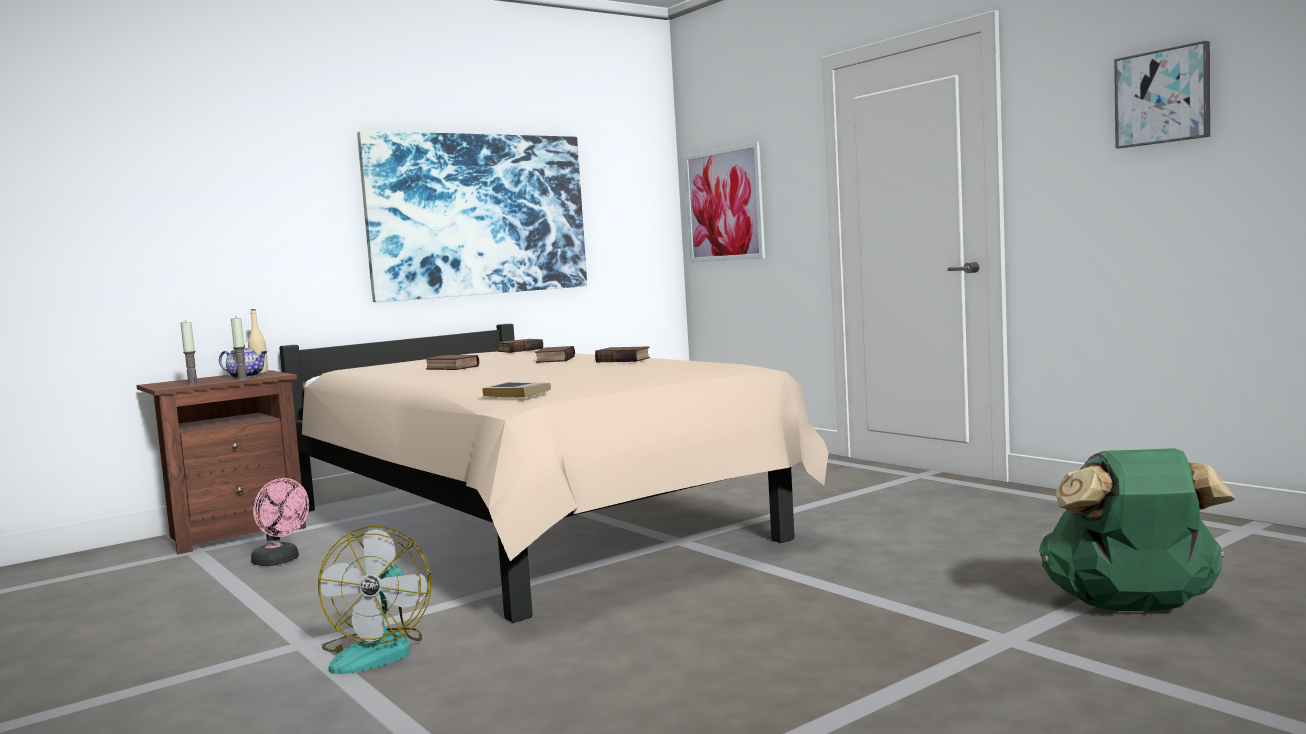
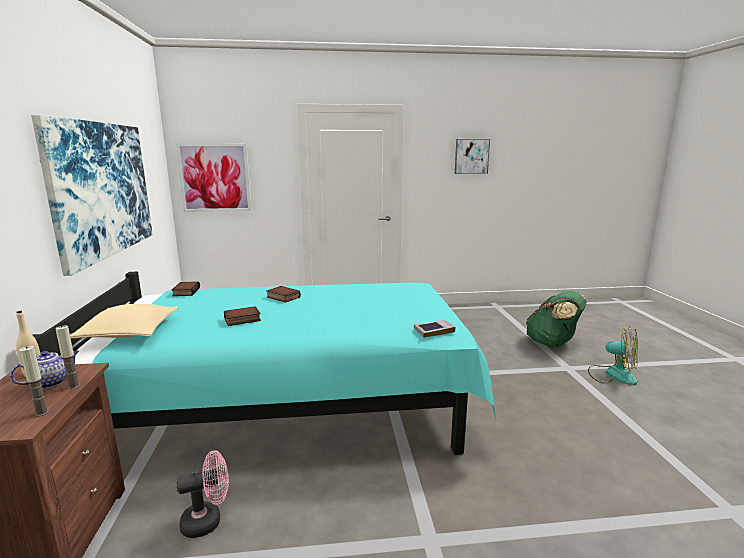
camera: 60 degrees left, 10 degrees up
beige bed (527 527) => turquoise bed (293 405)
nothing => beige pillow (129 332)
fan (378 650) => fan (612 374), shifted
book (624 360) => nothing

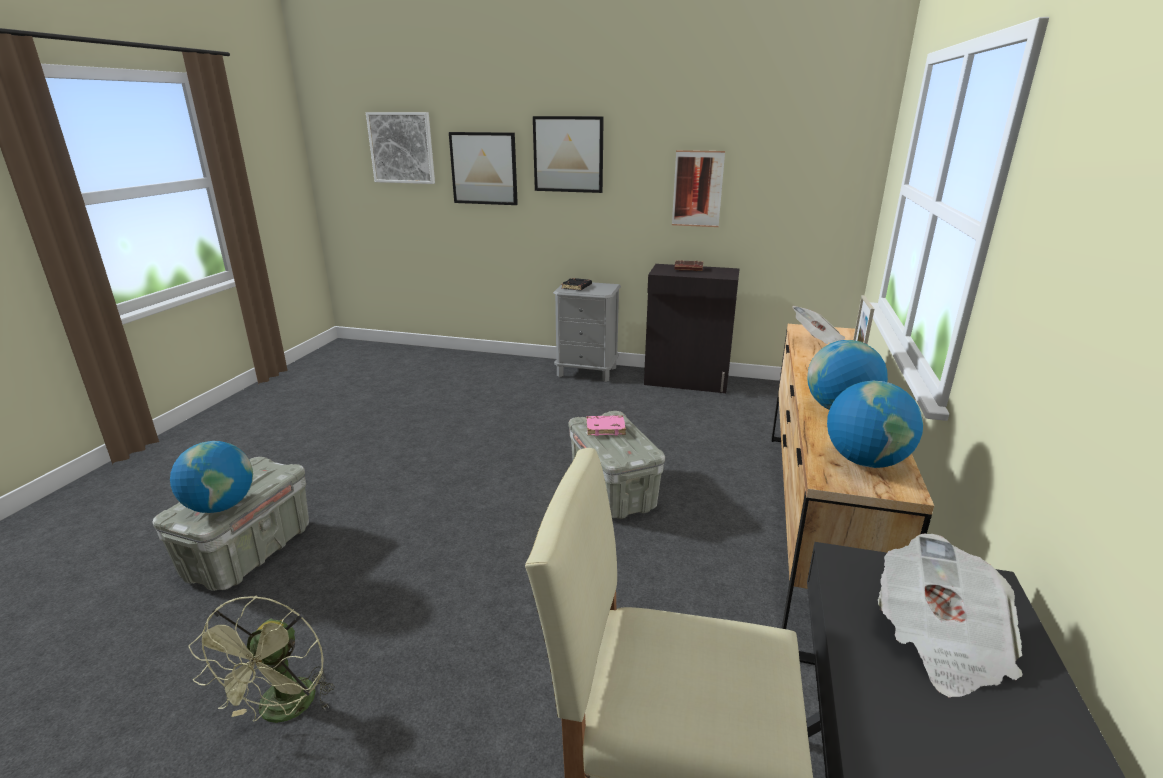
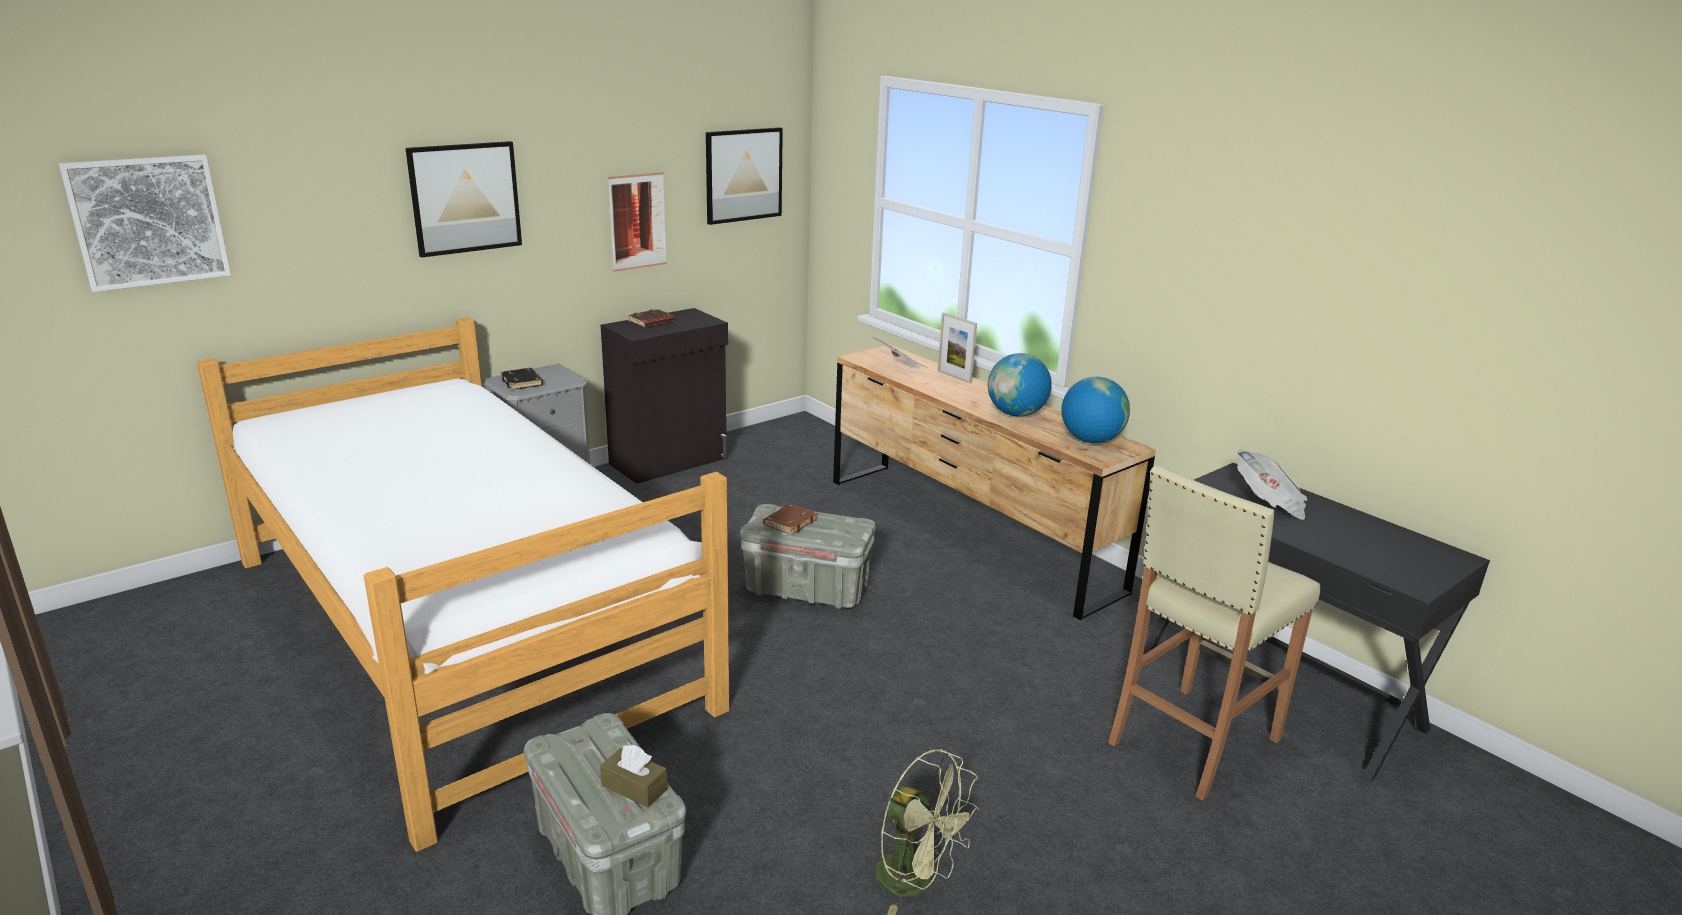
camera: 55 degrees left, 0 degrees up
nothing => bed (463 629)
globe (220 506) => brown tissue box (634 787)
picture (484 168) => picture (743 175), shifted
pink book (606 428) => brown book (790 522)

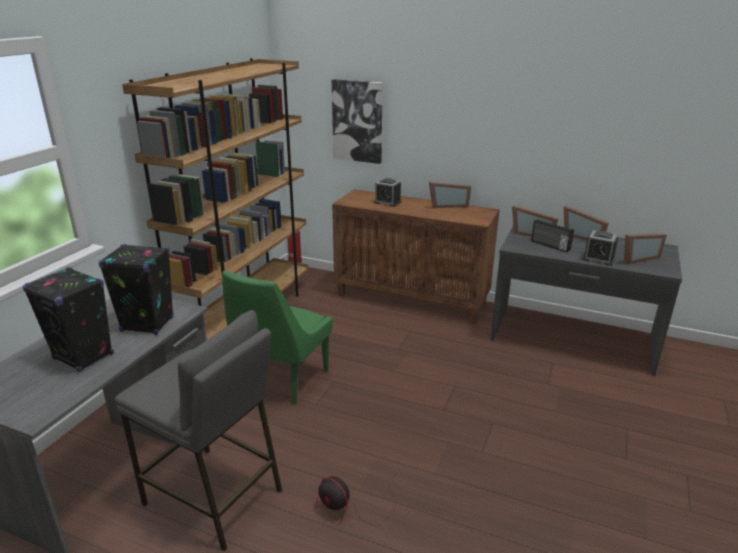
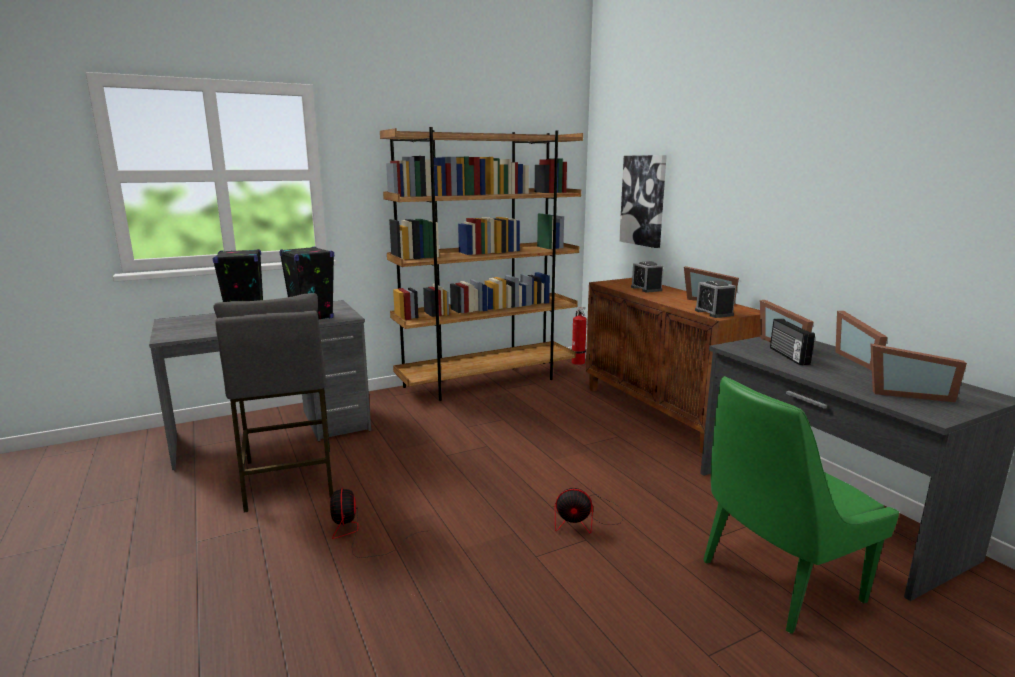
camera: 40 degrees right, 10 degrees down
nothing => fan (585 520)
alarm clock (598 259) => alarm clock (714 313), shifted
green chair (280 380) => green chair (776 582), shifted

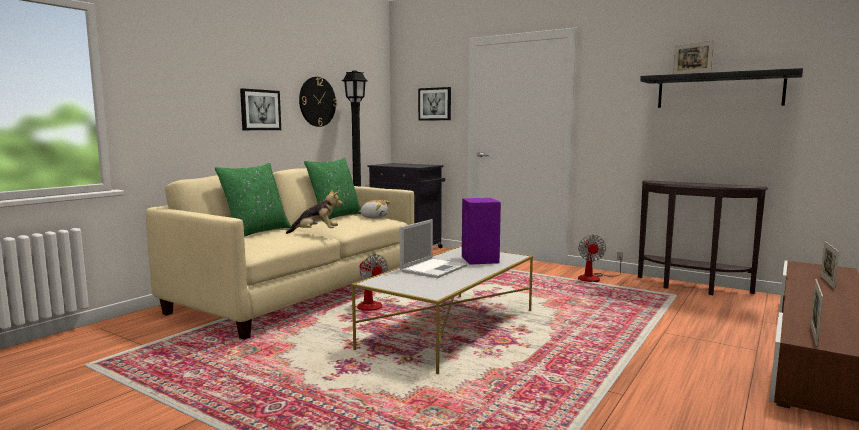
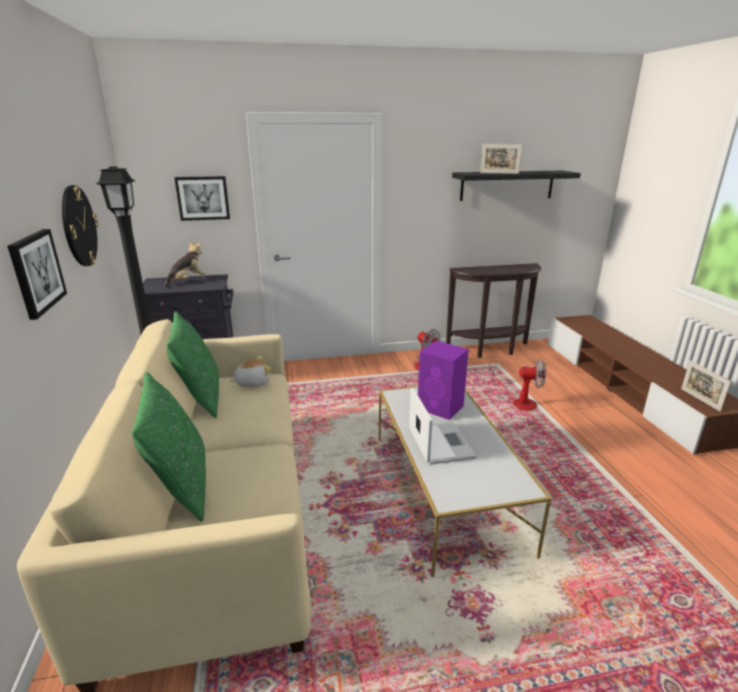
camera: 45 degrees left, 15 degrees up
plush toy (316 233) => plush toy (187 281), shifted
fan (373 304) => fan (518 401), shifted
picture frame (827 282) => nothing

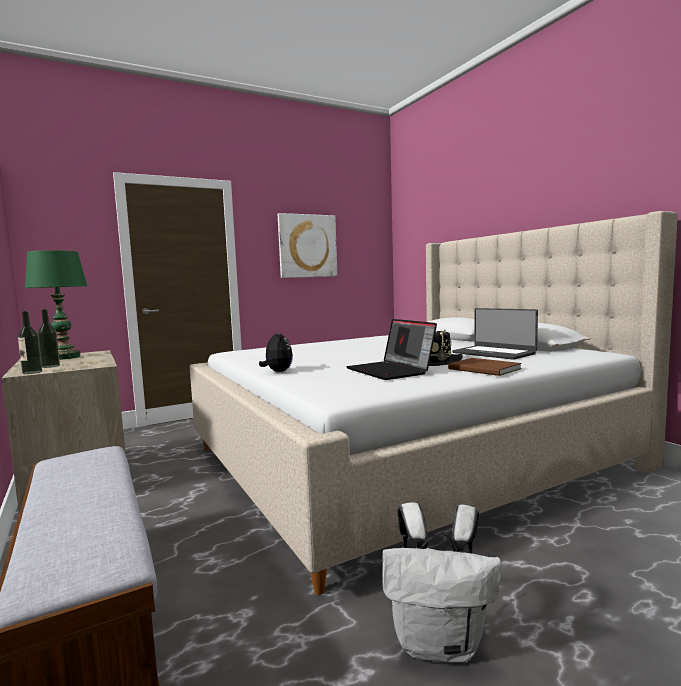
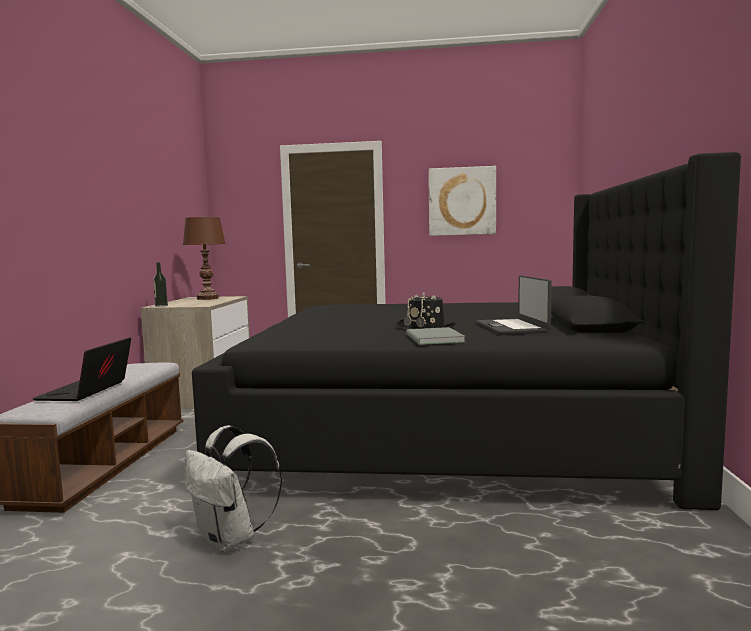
camera: 35 degrees right, 0 degrees up
laptop (391 371) => laptop (86 391), shifted
green table lamp (65 357) => brown table lamp (207 298)
beige bed (407 457) => black bed (446 430)
brown book (485 369) => grey book (433 339)
bottle (50 366) => nothing
plush toy (277 372) => nothing

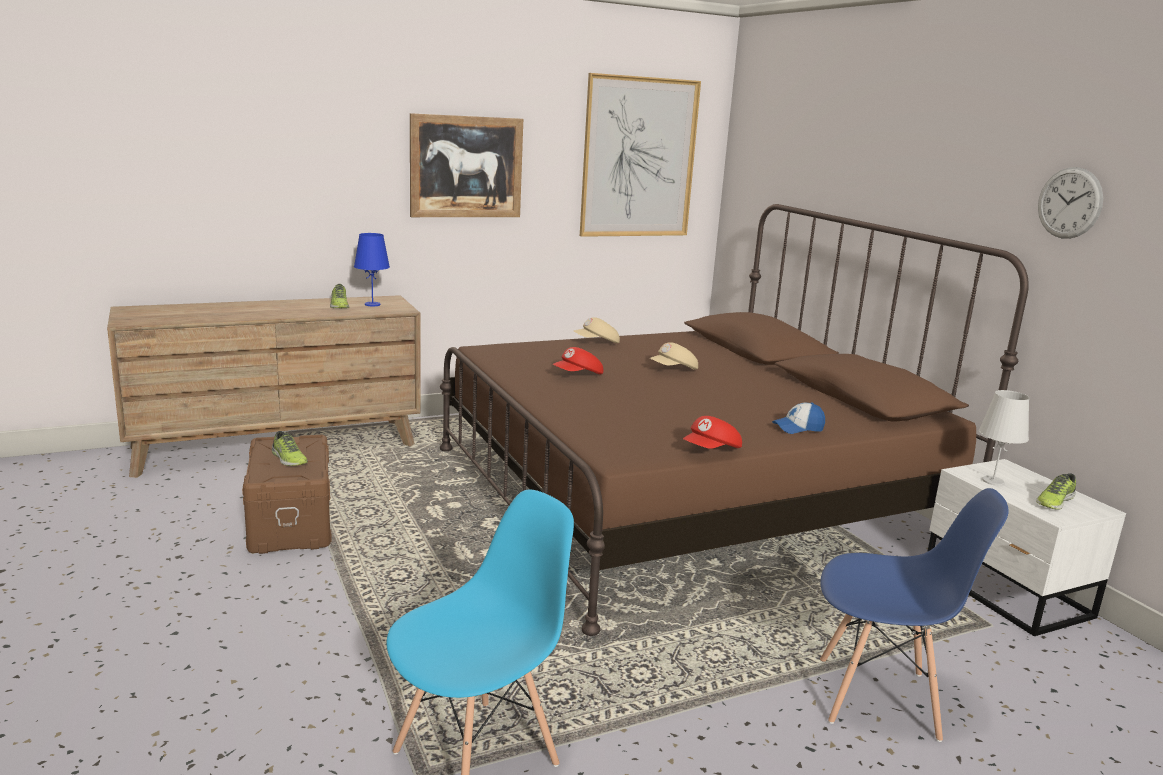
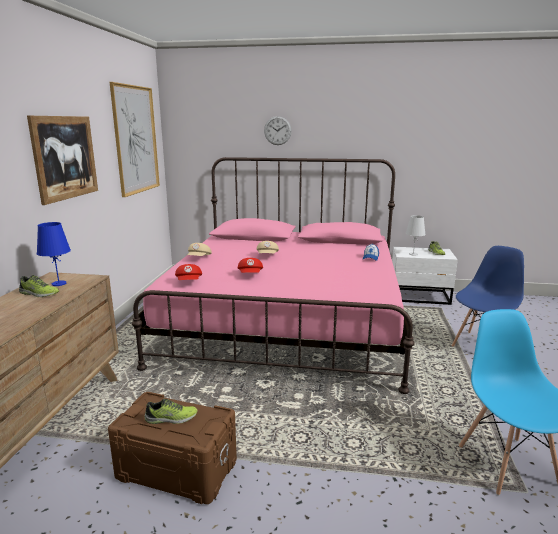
camera: 55 degrees left, 0 degrees up
brown bed (684 495) => pink bed (286 321)
red cap (712 451) => red cap (189 282), shifted
wall clock (1069 203) => wall clock (277 130), shifted

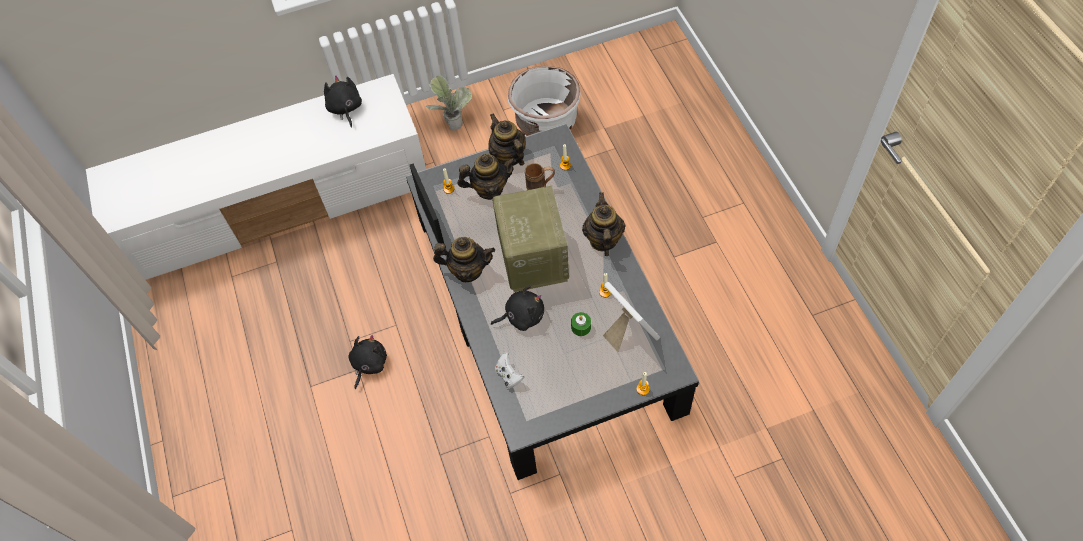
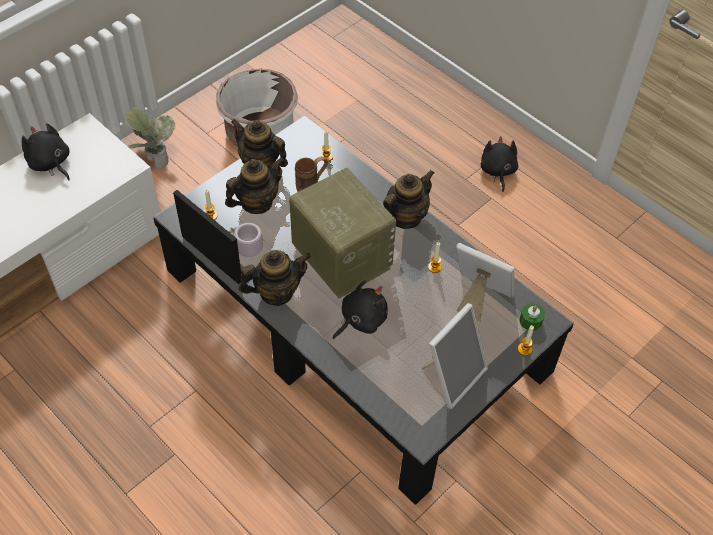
camera: 30 degrees left, 5 degrees down
nothing => grey mug (245 248)
teapot (603 240) => teapot (405 217), 75 degrees clockwise
nothing => picture frame (451 375)
black plush toy (369 364) => black plush toy (497 171), shifted
green candle (581 327) => green candle (530 321), shifted
white game controller (509 376) => nothing

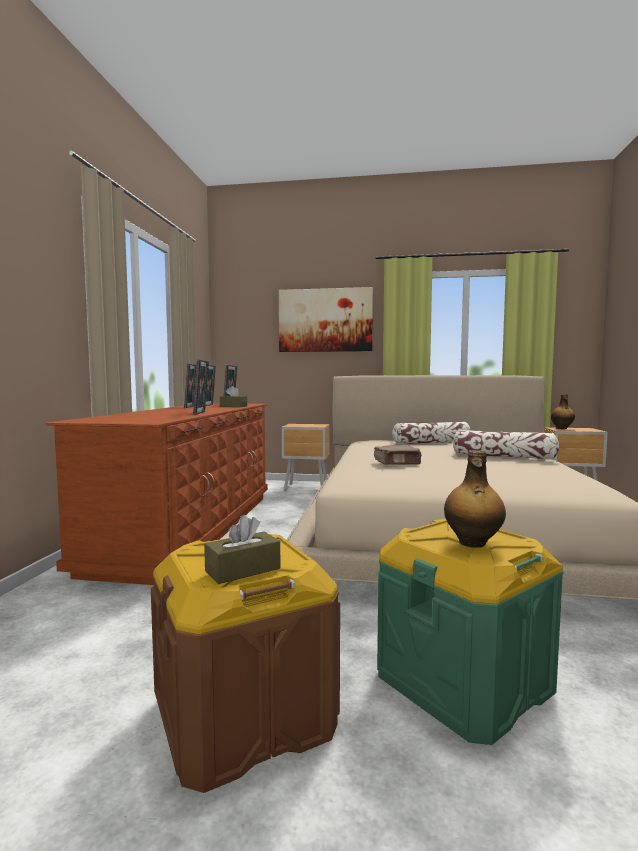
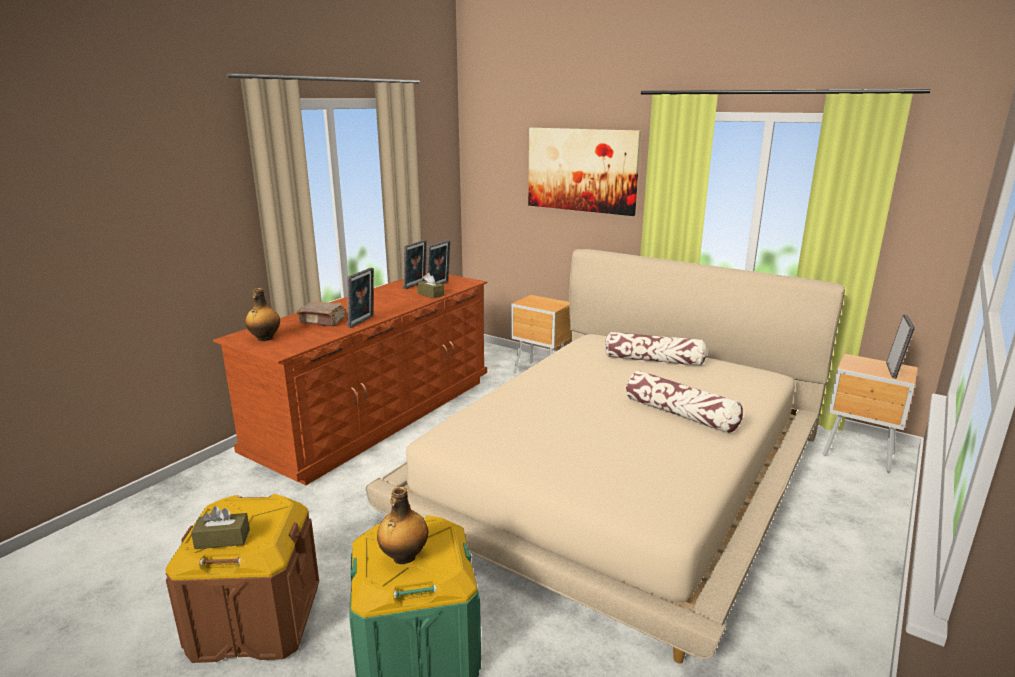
camera: 25 degrees right, 15 degrees up
bottle (561 428) => bottle (264 338), shifted
brown book (397 463) => brown book (322 321), shifted
picture frame (191 407) => picture frame (894 371), shifted

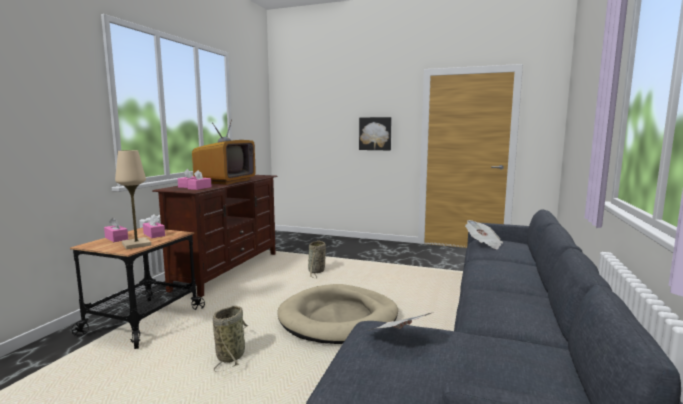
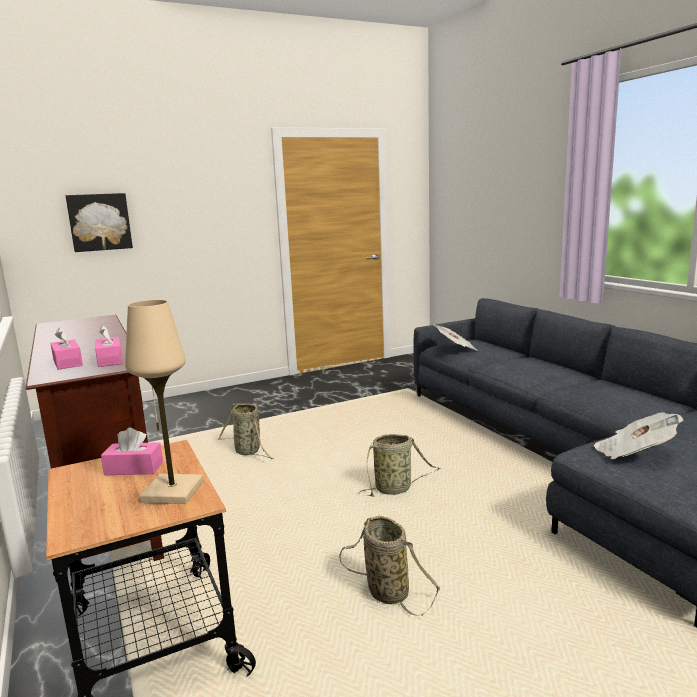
camera: 45 degrees left, 5 degrees up
picture (375 133) => picture (99 222), shifted
beige dog bed (339 318) => basket (395 488)
pink tissue box (116 238) => nothing
television (226 181) => nothing

